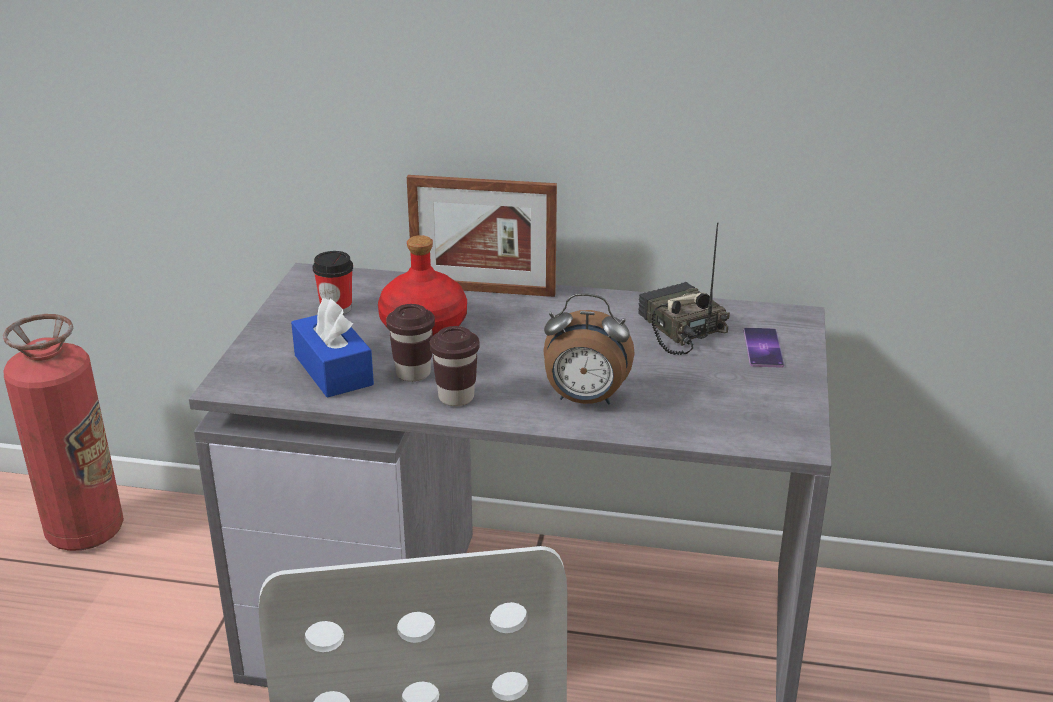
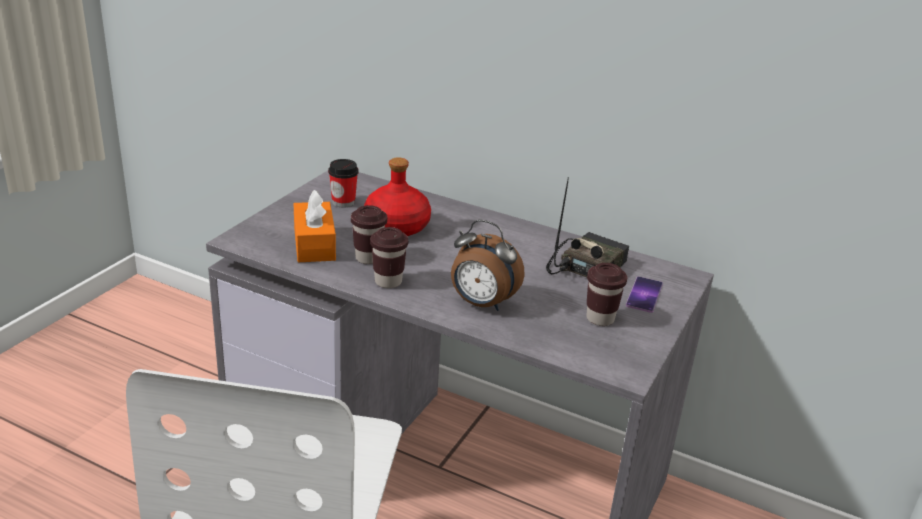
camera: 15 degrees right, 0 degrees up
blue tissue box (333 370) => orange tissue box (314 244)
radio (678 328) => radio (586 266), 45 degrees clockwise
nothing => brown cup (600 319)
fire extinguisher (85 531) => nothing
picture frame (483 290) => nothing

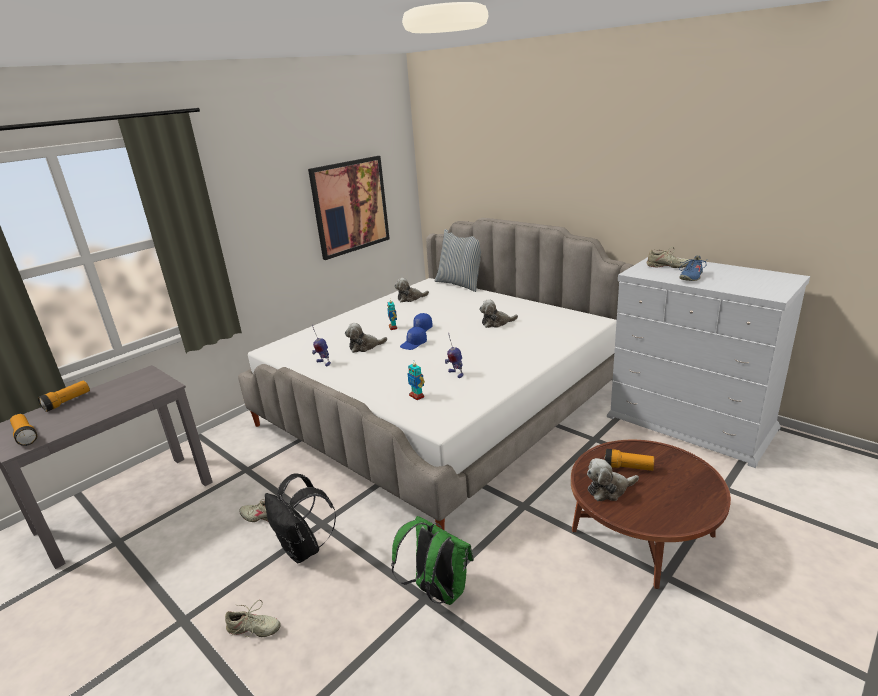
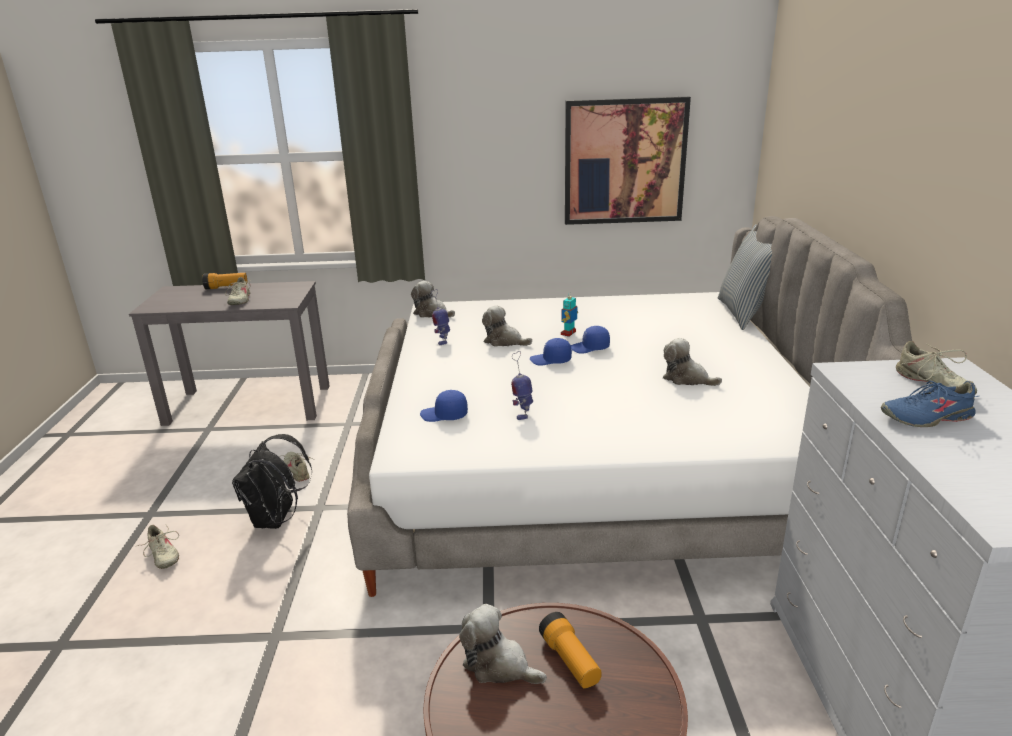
camera: 45 degrees right, 0 degrees up
nothing => beige shoe (239 300)
plush toy (410 298) => plush toy (432 313), shifted
toy robot (417 396) => blue cap (444 415)
flashlight (25 436) => nothing
green backpack (437 591) => nothing

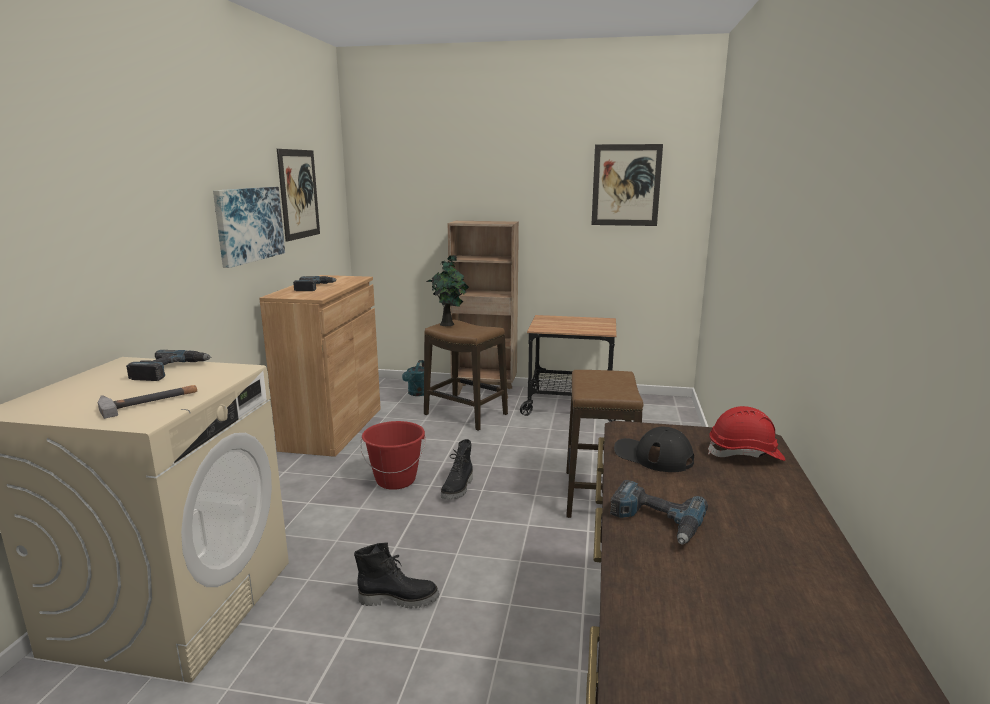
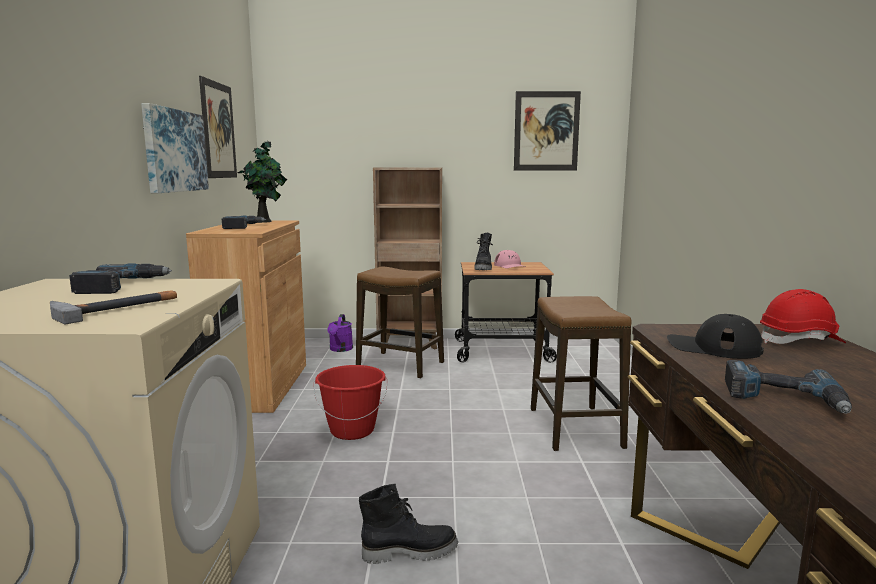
camera: 10 degrees left, 5 degrees down
potted plant (448 324) => potted plant (265 221), shifted
turquoise watering can (417 393) => purple watering can (340 349)
black boot (458 489) => black boot (484 268), shifted
nothing => pink cap (510 266)

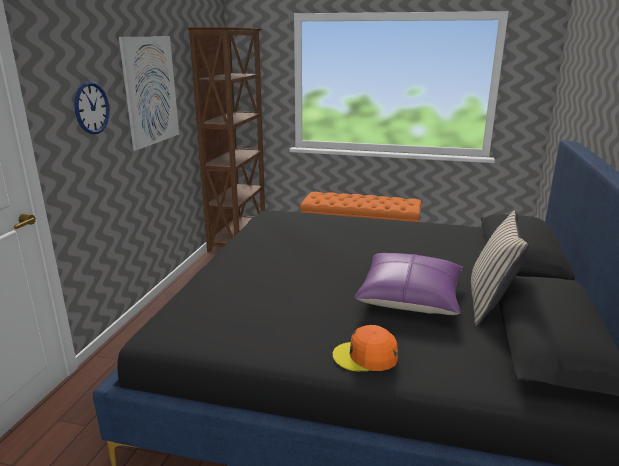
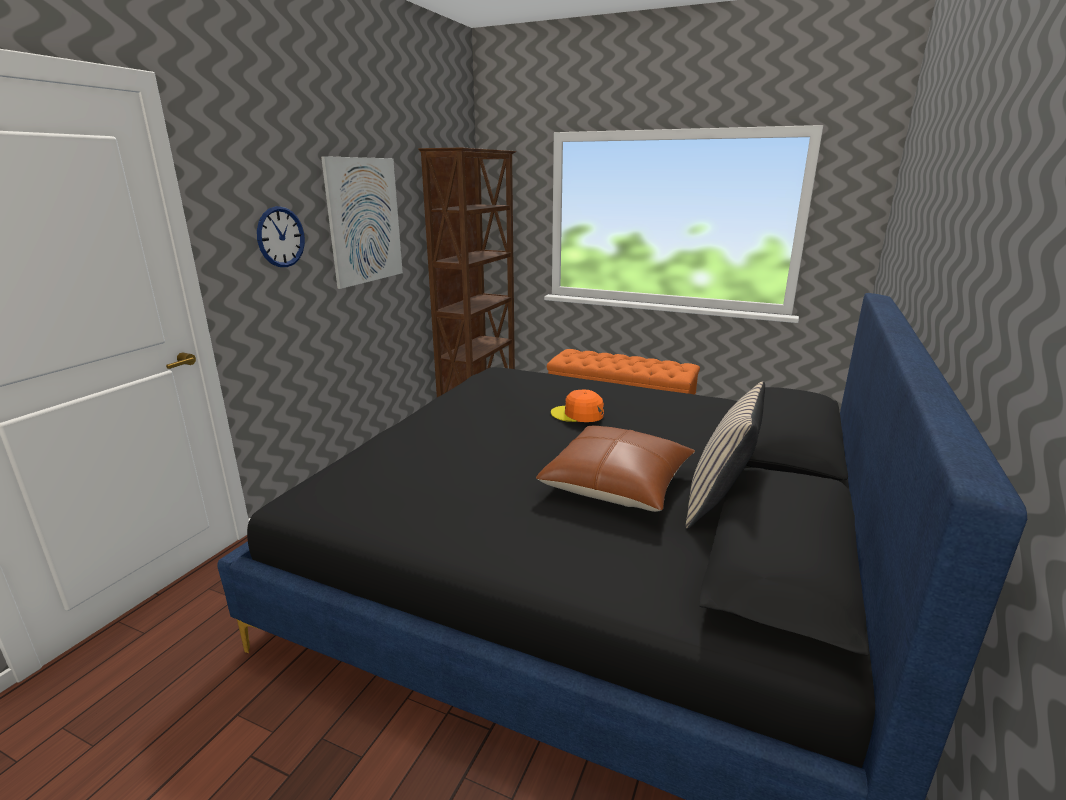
camera: 10 degrees right, 0 degrees up
purple pillow (410 297) => brown pillow (617 483)
orange cap (366 356) => orange cap (578 414), shifted

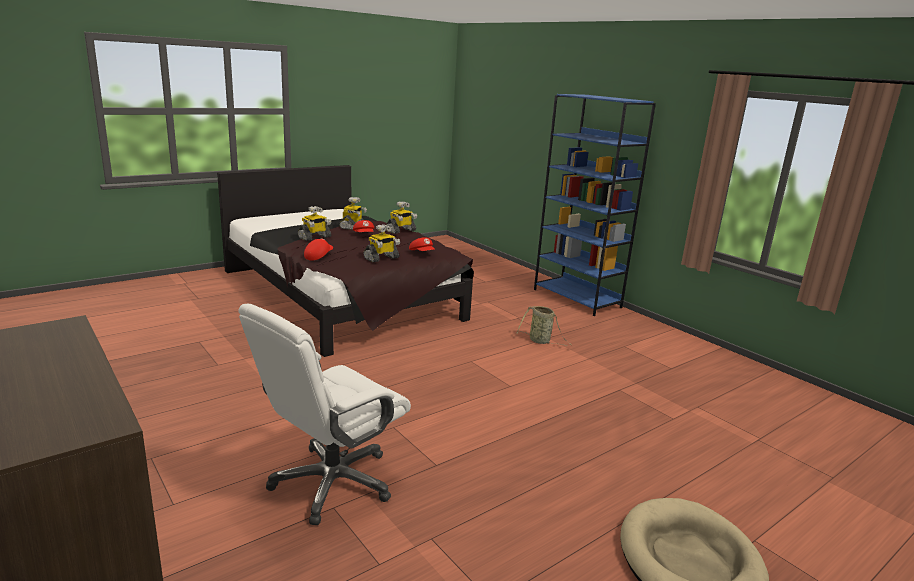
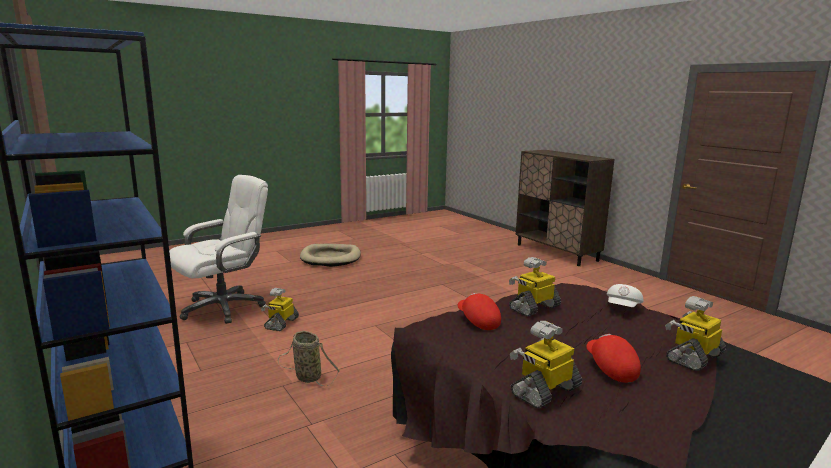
camera: 175 degrees left, 5 degrees down
white office chair (331 483) => white office chair (223 307), shifted
toy robot (352 226) => toy robot (281 323), shifted
red cap (318 256) => white cap (623 308)

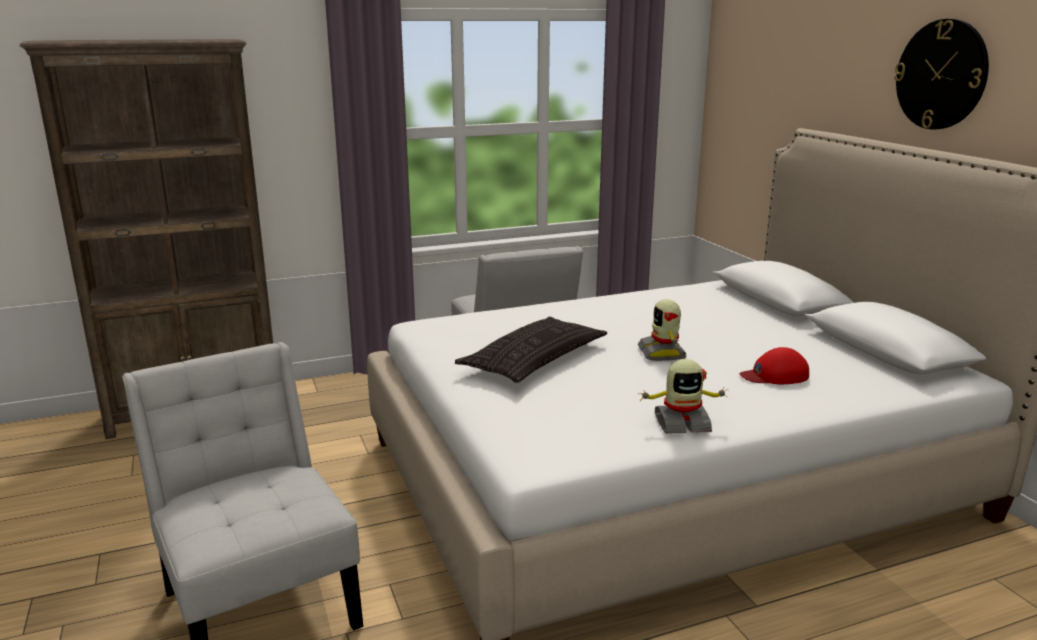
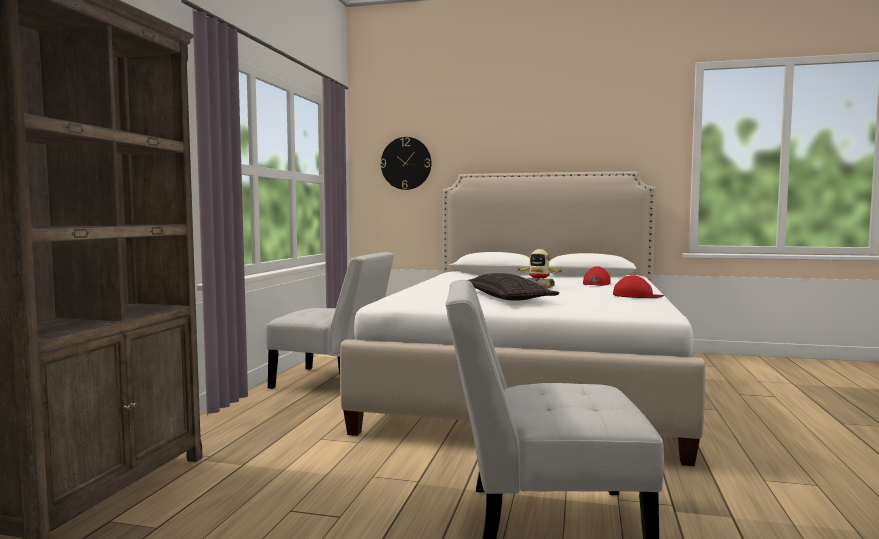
camera: 55 degrees left, 15 degrees down
wall clock (941 75) => wall clock (406 163), shifted
toy robot (681 423) => red cap (637 296)

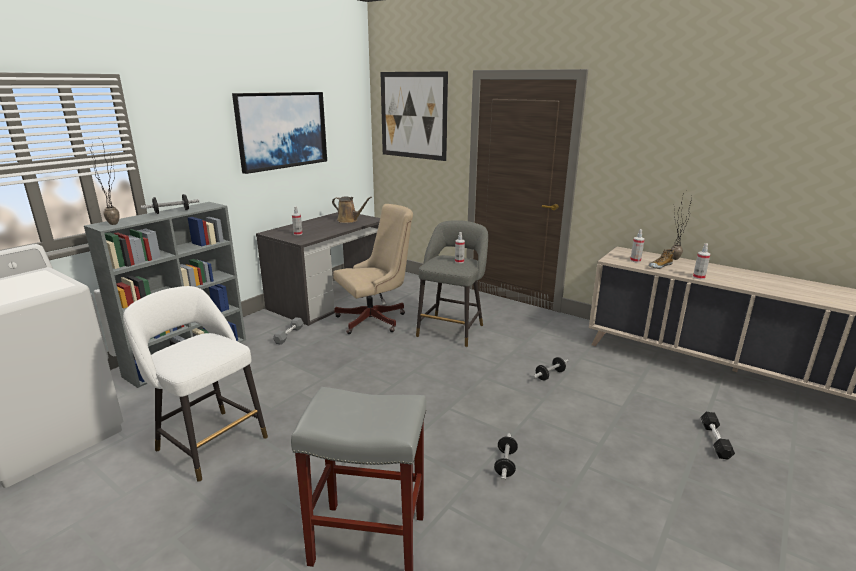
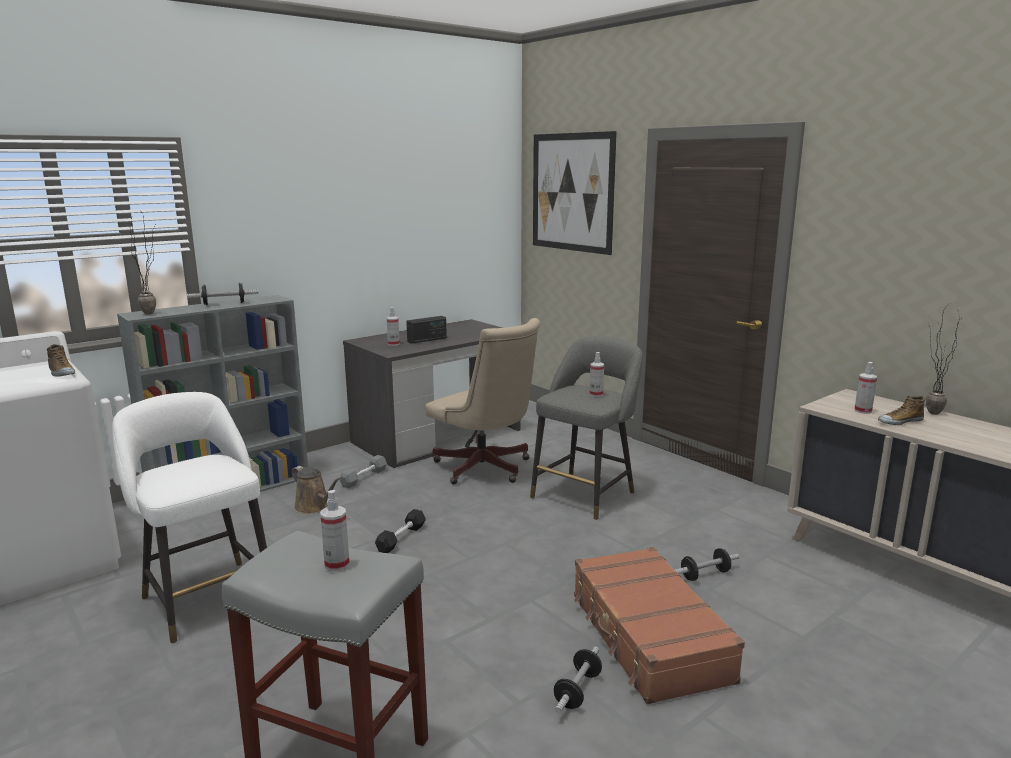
camera: 15 degrees right, 5 degrees down
nothing => shoe (61 373)
brown watering can (349 220) => brown watering can (314 507), shifted
spray bottle (698 277) => spray bottle (337 564), shifted
black dumbbell (715 440) => black dumbbell (401 538), shifted
nothing => radio (427 340)
beige office chair (376 319) => beige office chair (486 469), 60 degrees clockwise
nothing => brown suitcase (648 637)
picture (282 130) => nothing

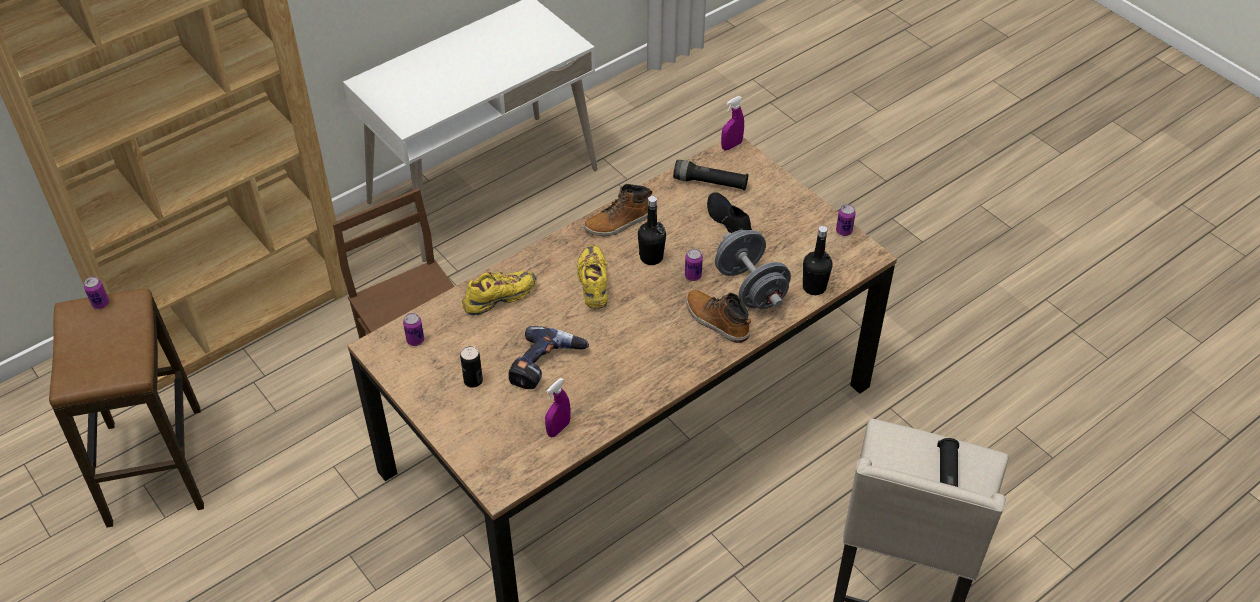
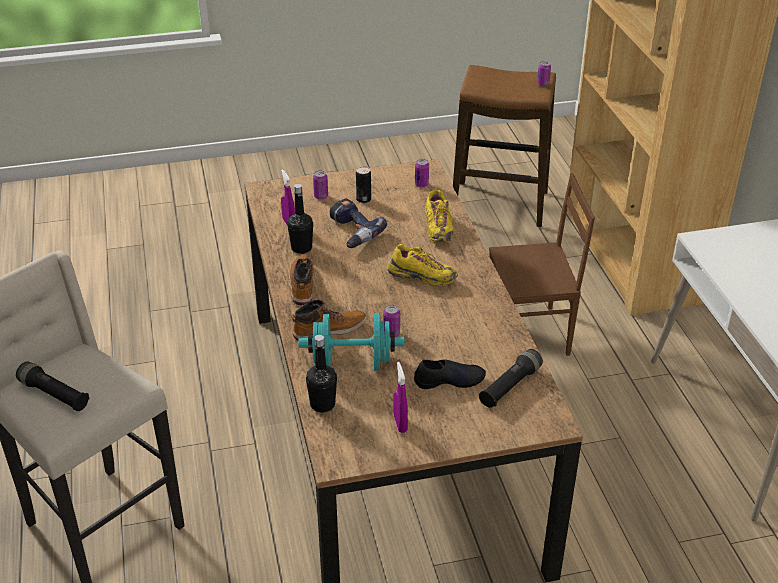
camera: 115 degrees right, 10 degrees down
black bottle (651 257) => black bottle (301 248), shifted
boot (619 223) => boot (301 284), shifted
grey dumbbell (750 288) => turquoise dumbbell (352 363)
can (844 231) => can (321 196), shifted
purple spray bottle (731 145) => purple spray bottle (400 424), shifted

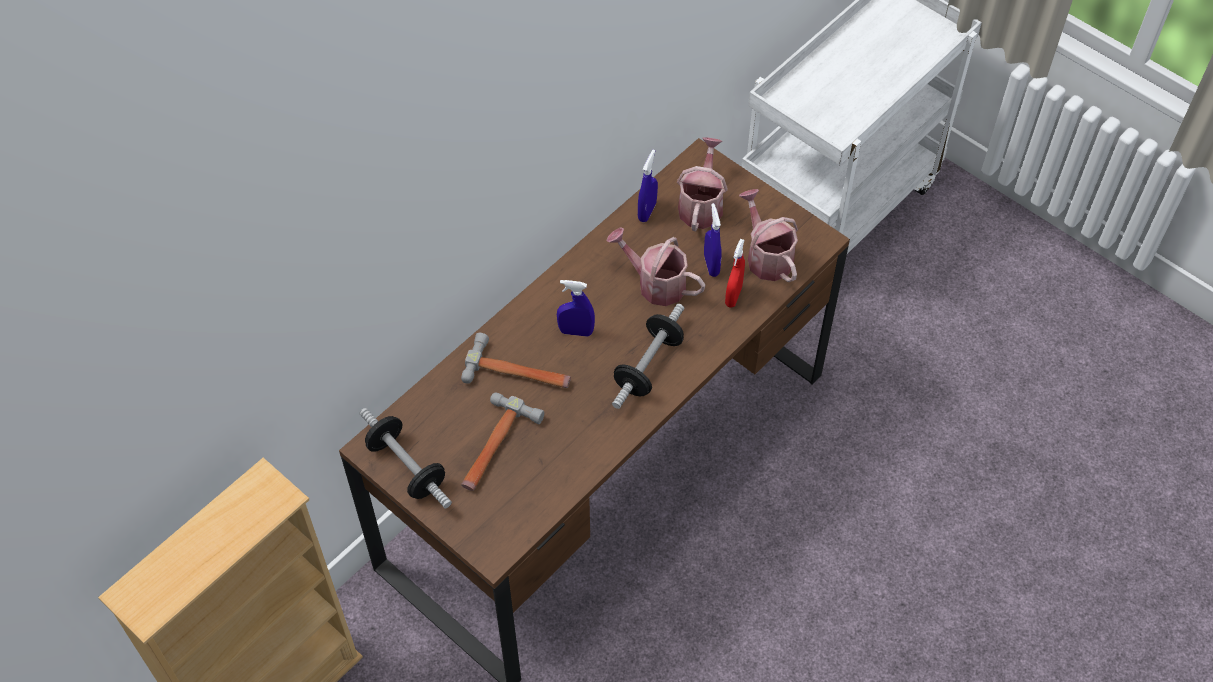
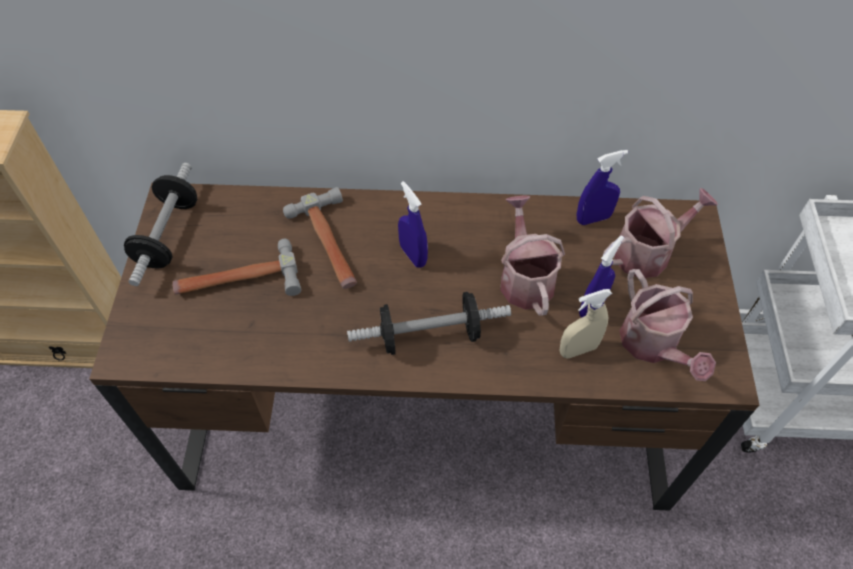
camera: 50 degrees right, 0 degrees up
red spray bottle (733 296) => beige spray bottle (578 349)
watering can (766 256) => watering can (653 345), 135 degrees clockwise

